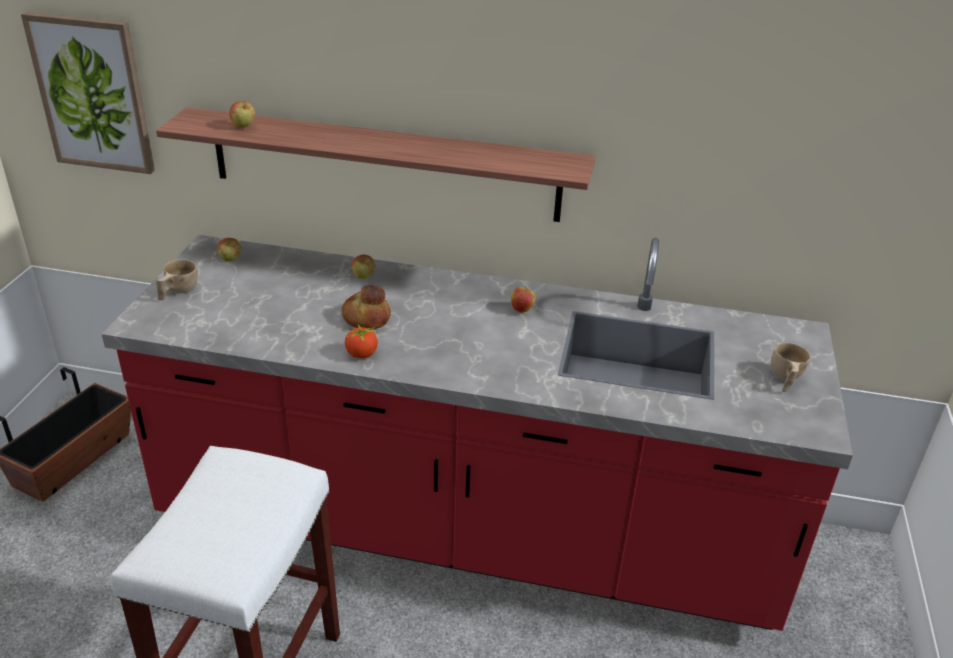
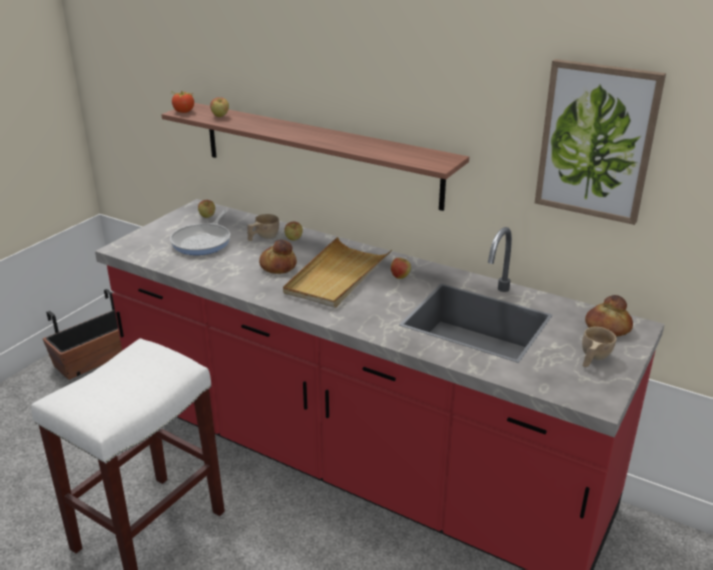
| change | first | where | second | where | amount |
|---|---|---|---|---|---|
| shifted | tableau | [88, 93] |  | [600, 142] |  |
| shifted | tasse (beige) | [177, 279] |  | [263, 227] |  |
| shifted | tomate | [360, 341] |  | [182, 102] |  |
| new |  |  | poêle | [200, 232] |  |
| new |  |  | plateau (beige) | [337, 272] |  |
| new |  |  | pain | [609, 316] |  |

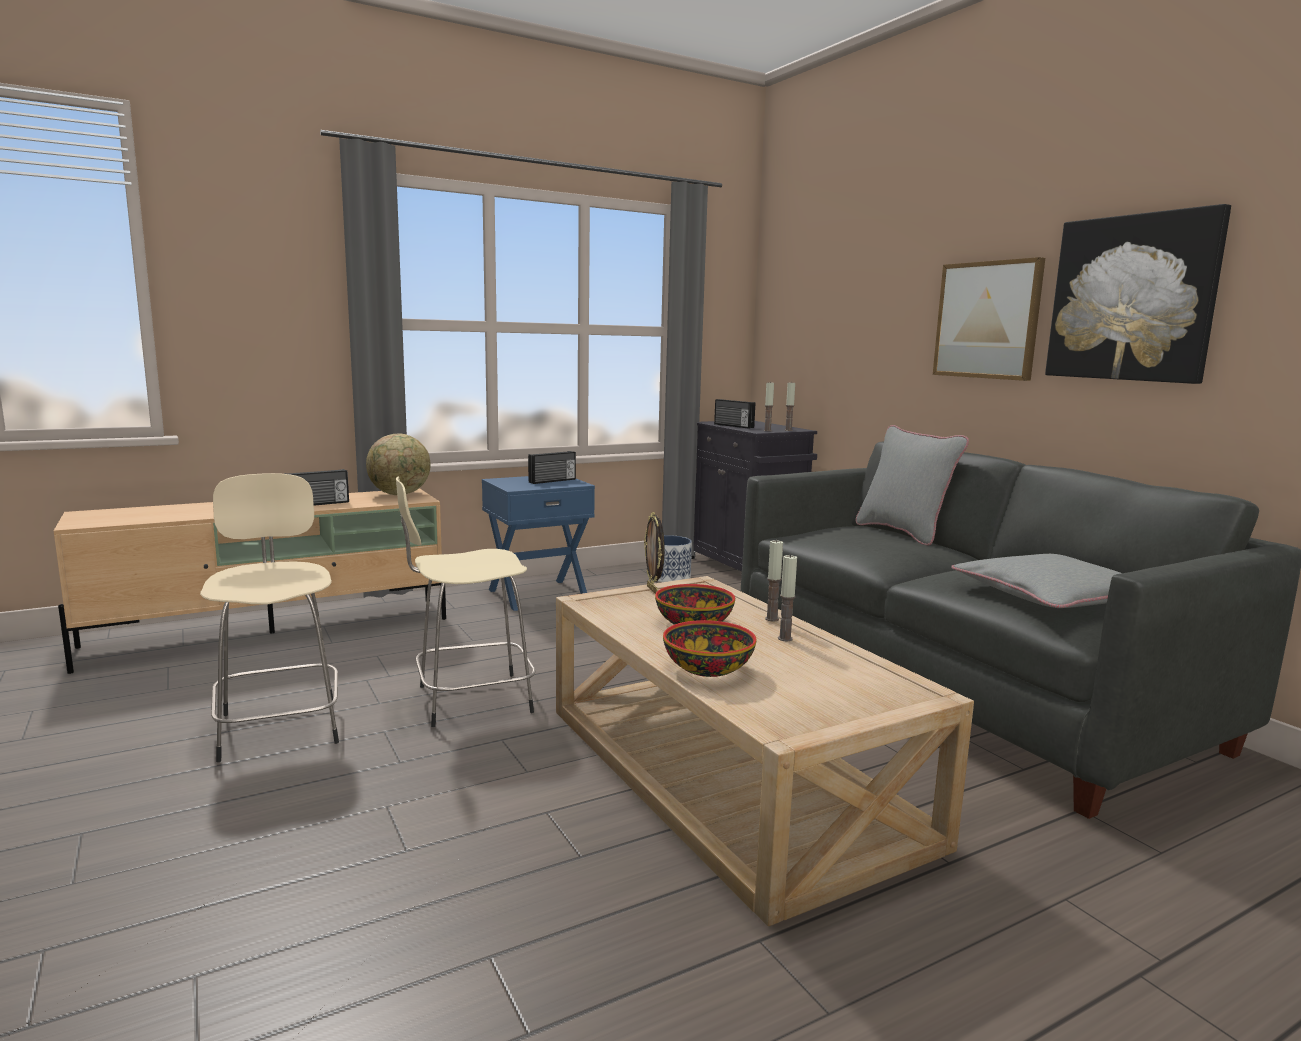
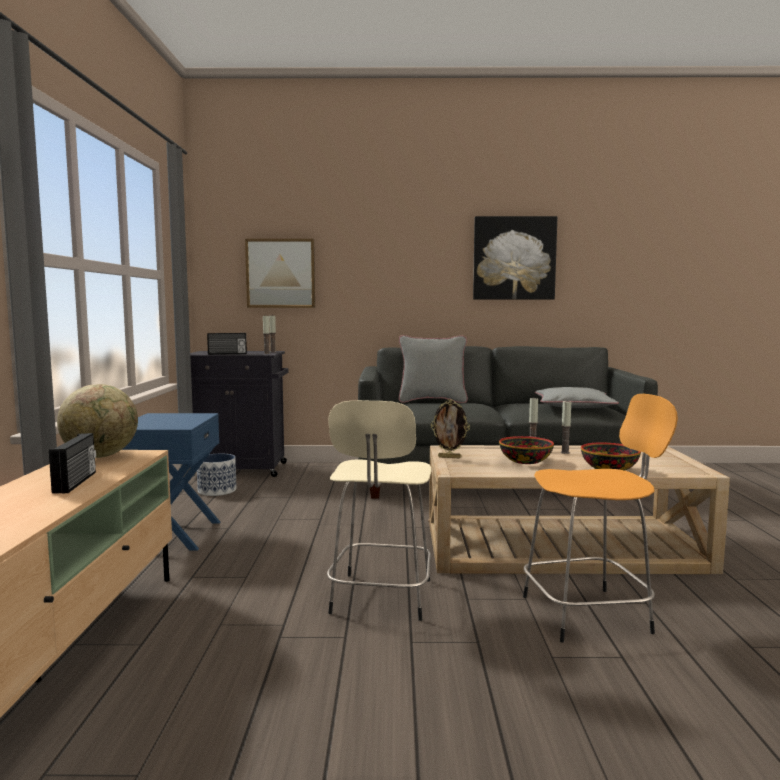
| change | first | where | second | where | amount |
|---|---|---|---|---|---|
| shifted | tableau | [989, 319] |  | [280, 273] |  |
| gone | radio | [552, 467] |  |  |  |
| gone | tabouret (beige) | [269, 617] |  |  |  |
| new |  |  | tabouret (orange) | [600, 518] |  |

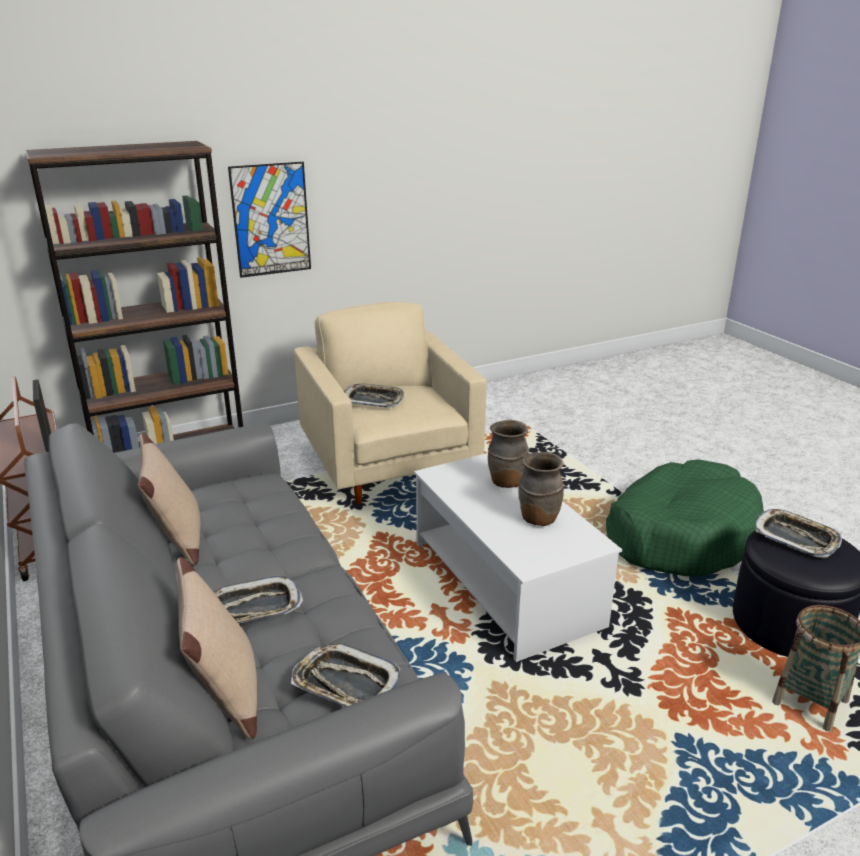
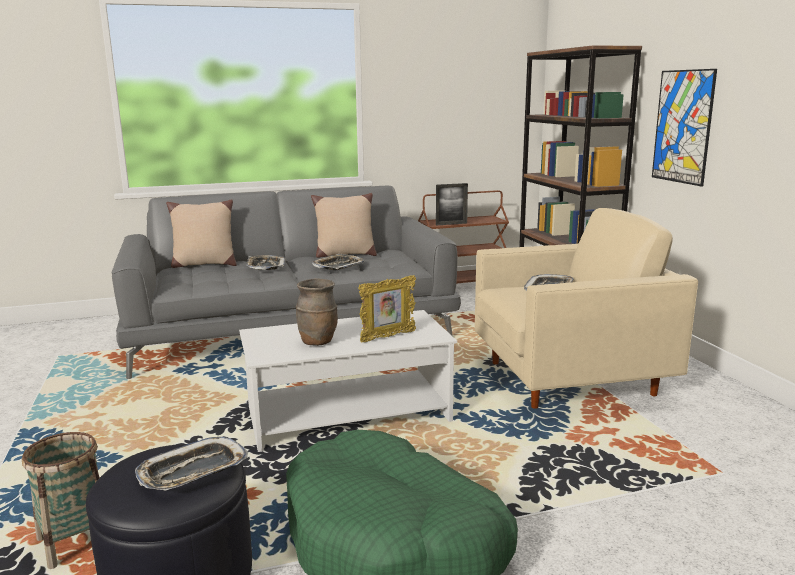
| change | first | where | second | where | amount |
|---|---|---|---|---|---|
| swapped | vase (marron) | [508, 454] | cadre photo | [387, 308] |  |
| shifted | plateau | [346, 675] |  | [338, 262] |  |

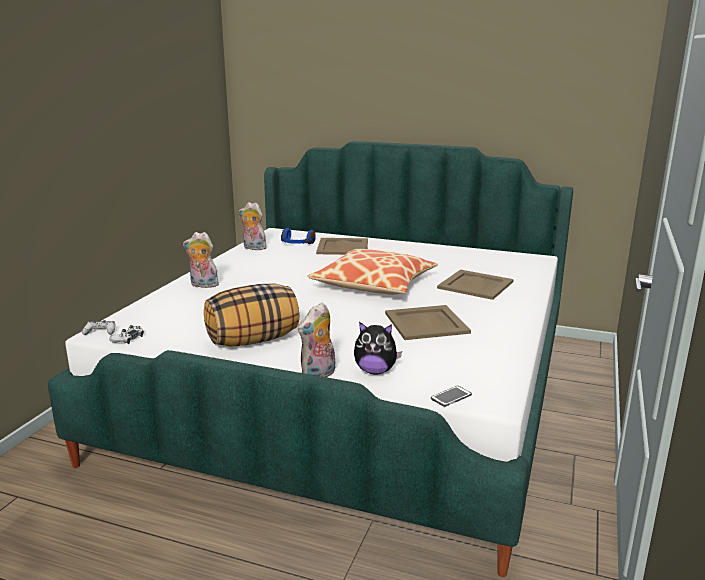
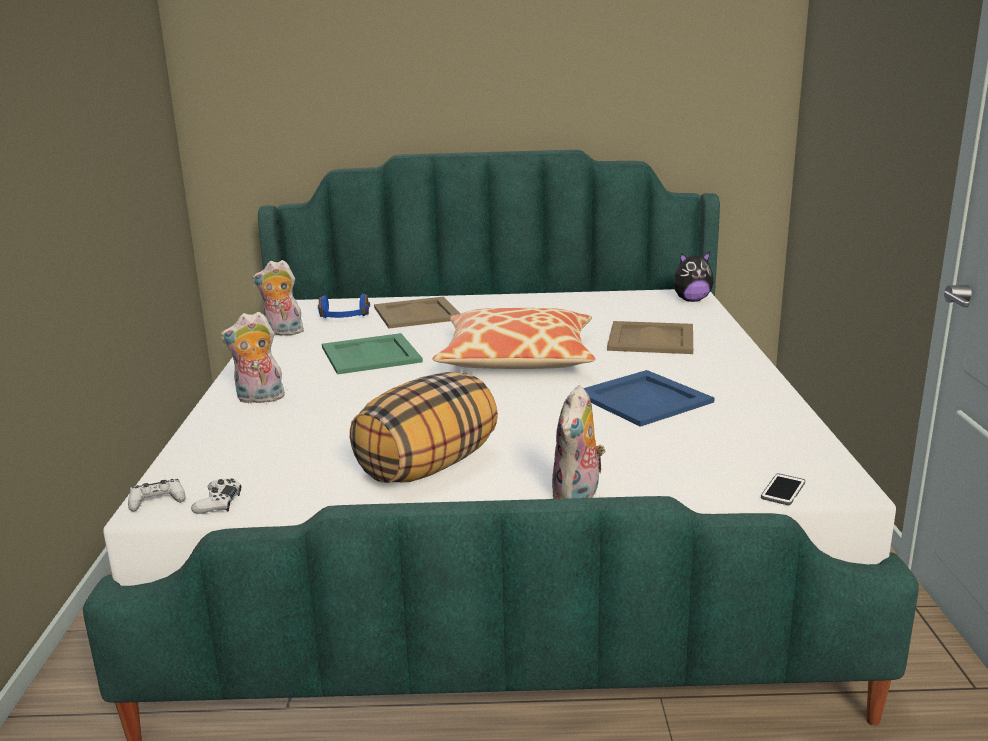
| change | first | where | second | where | amount |
|---|---|---|---|---|---|
| repainted | plateau (beige) | [428, 322] | plateau (bleu) | [649, 398] |  |
| shifted | peluche | [378, 348] |  | [694, 276] |  |
| new |  |  | plateau (vert) | [372, 354] |  |

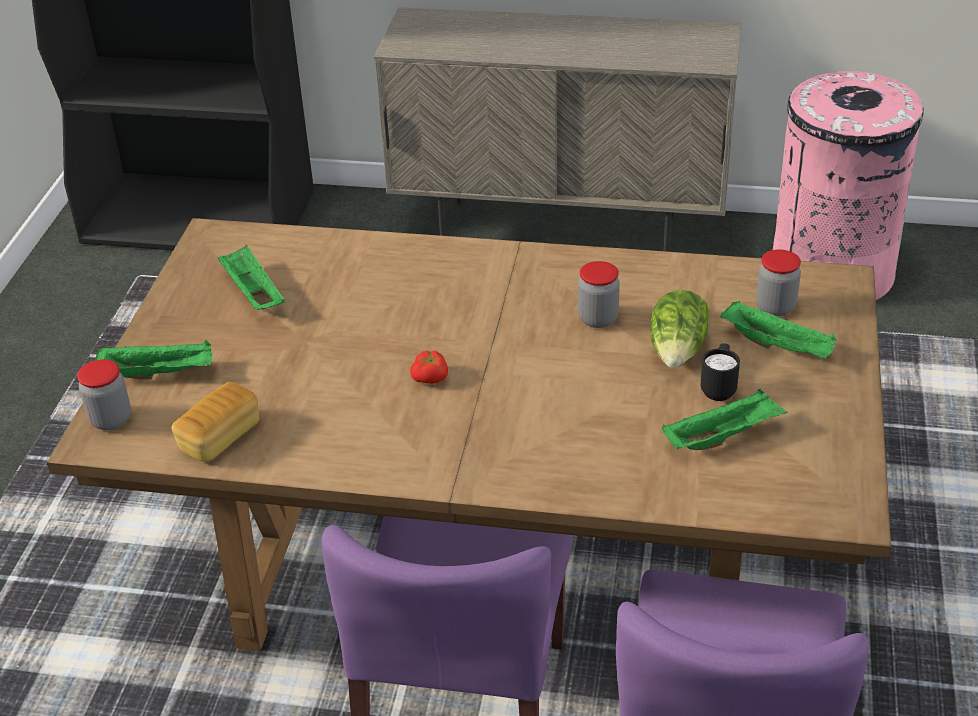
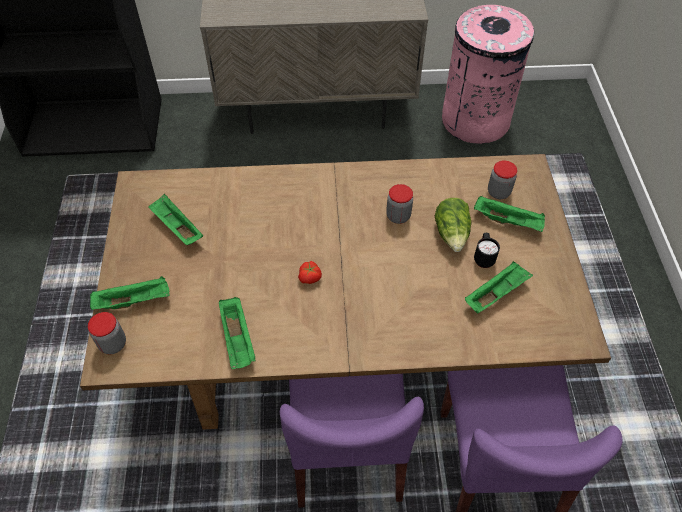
| change | first | where | second | where | amount |
|---|---|---|---|---|---|
| gone | pain | [215, 422] |  |  |  |
| new |  |  | plateau (vert) | [237, 333] |  |

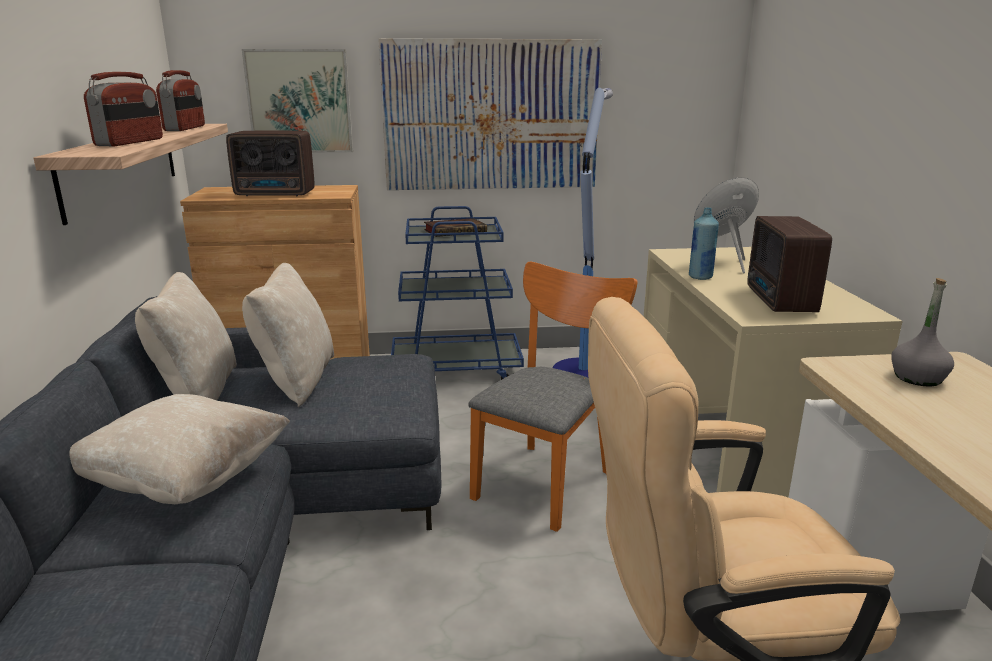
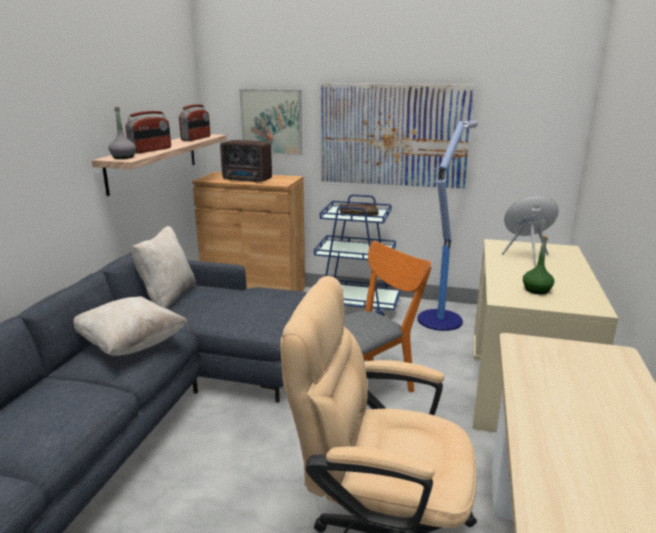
| change | first | where | second | where | amount |
|---|---|---|---|---|---|
| gone | bouteille (bleu) | [704, 243] |  |  |  |
| swapped | radio | [789, 264] | bouteille (vert) | [539, 264] |  |
| gone | coussin (beige) | [288, 335] |  |  |  |
| shifted | bouteille (gris) | [922, 332] |  | [122, 132] |  |

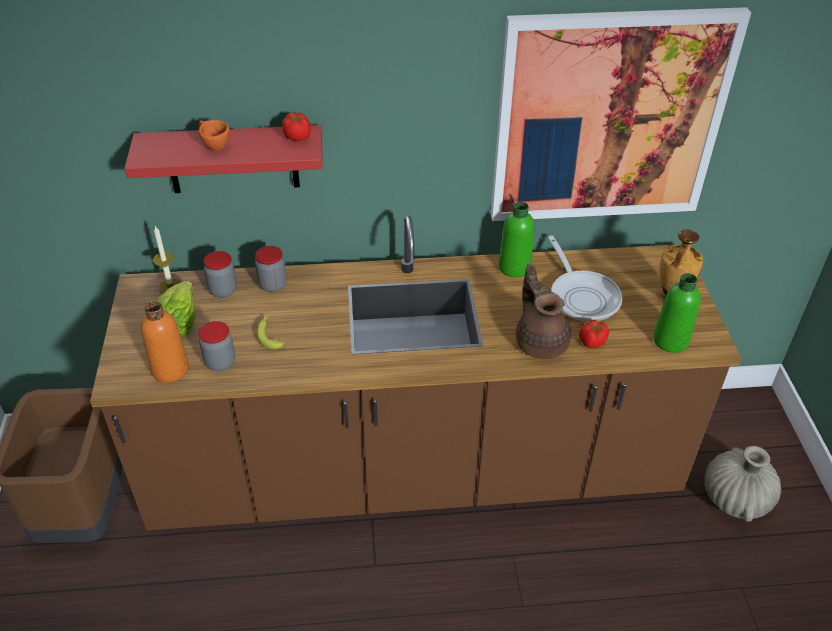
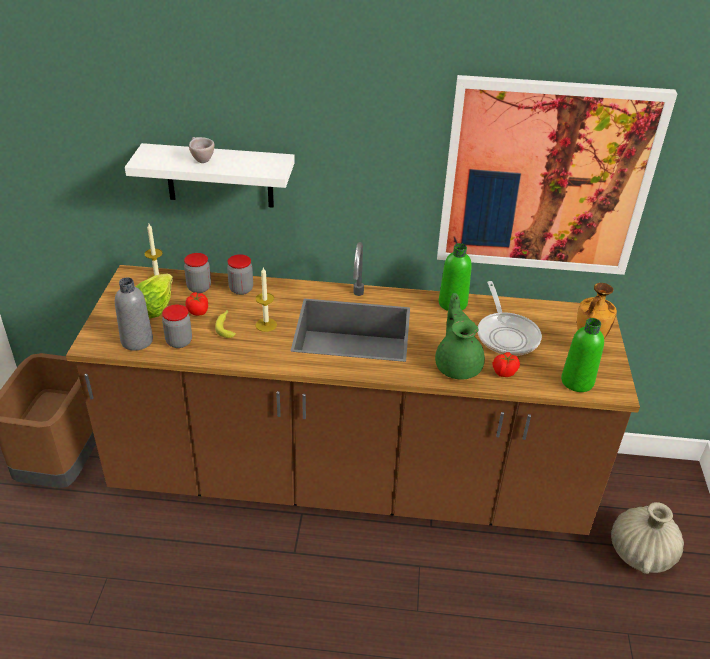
| change | first | where | second | where | amount |
|---|---|---|---|---|---|
| shifted | tomate | [296, 127] |  | [197, 304] |  |
| repainted | tasse (orange) | [214, 135] | tasse (beige) | [202, 150] |  |
| repainted | étagère (rouge) | [223, 159] | étagère (blanc) | [210, 175] |  |
| repainted | théière (marron) | [543, 311] | théière (vert) | [460, 336] |  |
| repainted | bouteille (orange) | [165, 342] | bouteille (gris) | [134, 314] |  |
| new |  |  | bougie | [266, 300] |  |

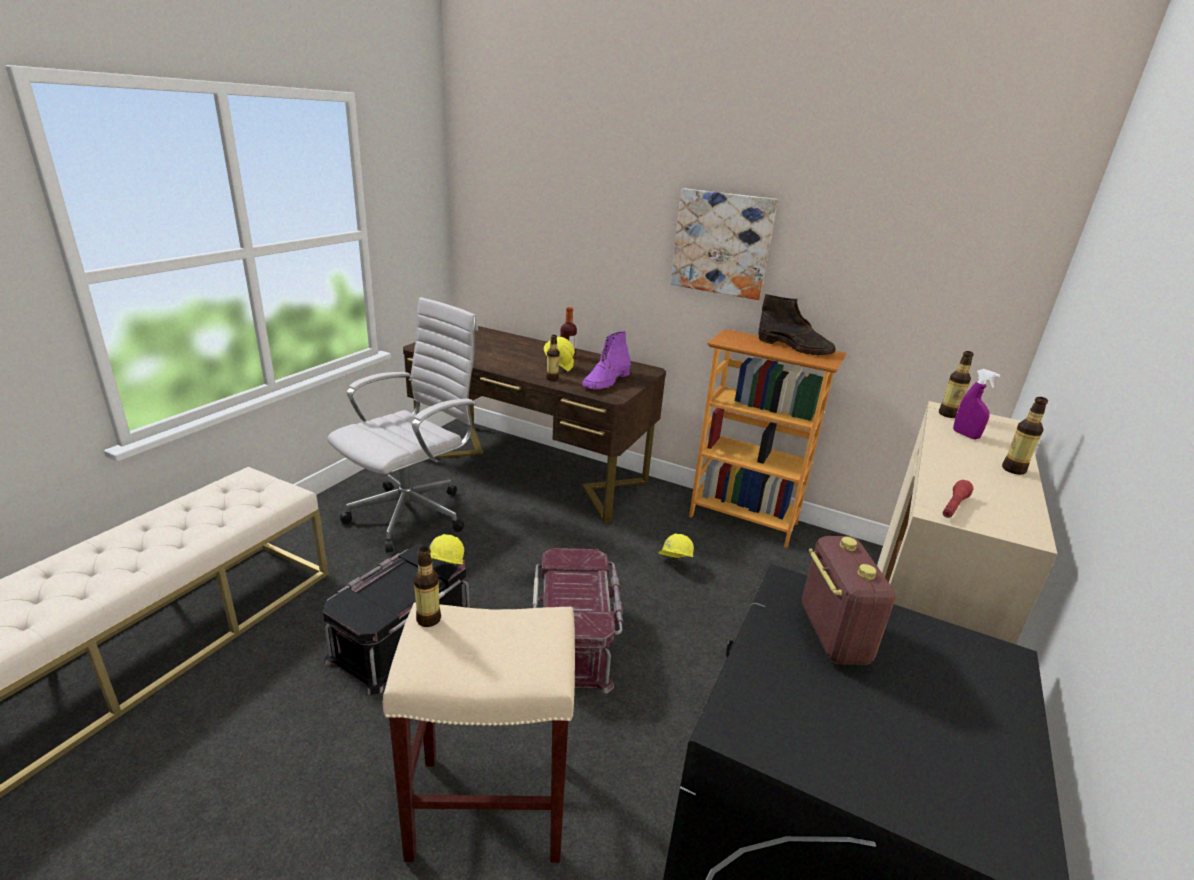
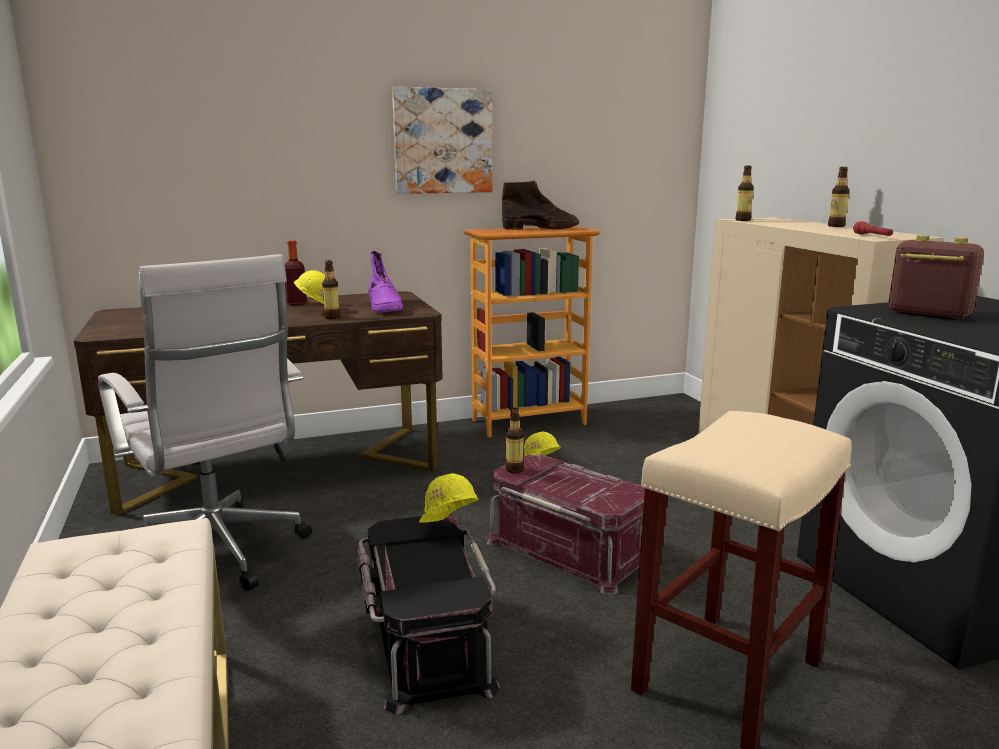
| change | first | where | second | where | amount |
|---|---|---|---|---|---|
| rotated | chaise de bureau (blanc) | [402, 424] |  | [205, 422] | 150 degrees clockwise |
| gone | vaporisateur (violet) | [976, 404] |  |  |  |
| shifted | bouteille | [427, 587] |  | [515, 440] |  |

